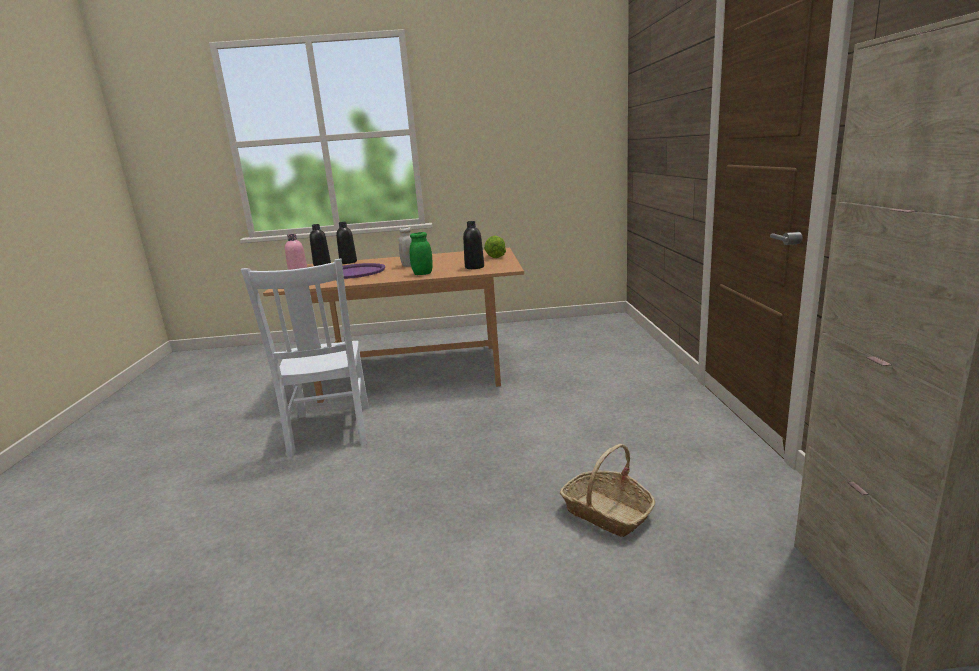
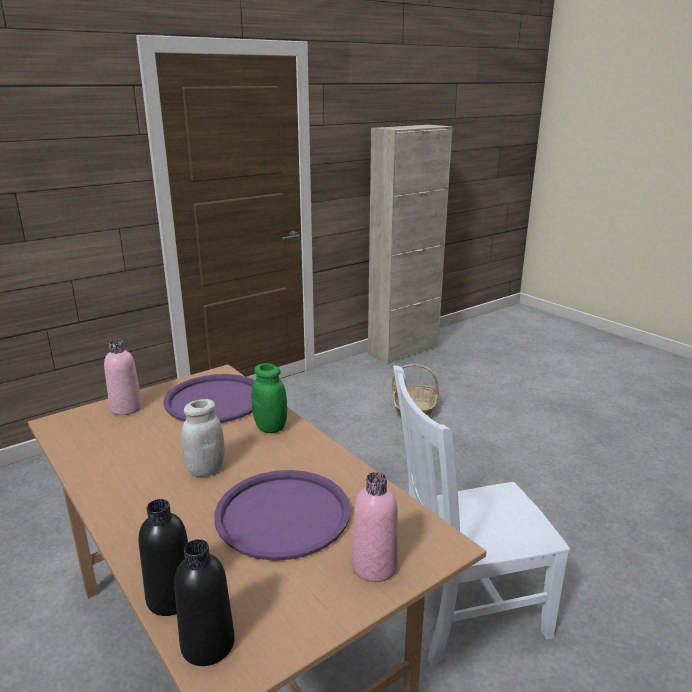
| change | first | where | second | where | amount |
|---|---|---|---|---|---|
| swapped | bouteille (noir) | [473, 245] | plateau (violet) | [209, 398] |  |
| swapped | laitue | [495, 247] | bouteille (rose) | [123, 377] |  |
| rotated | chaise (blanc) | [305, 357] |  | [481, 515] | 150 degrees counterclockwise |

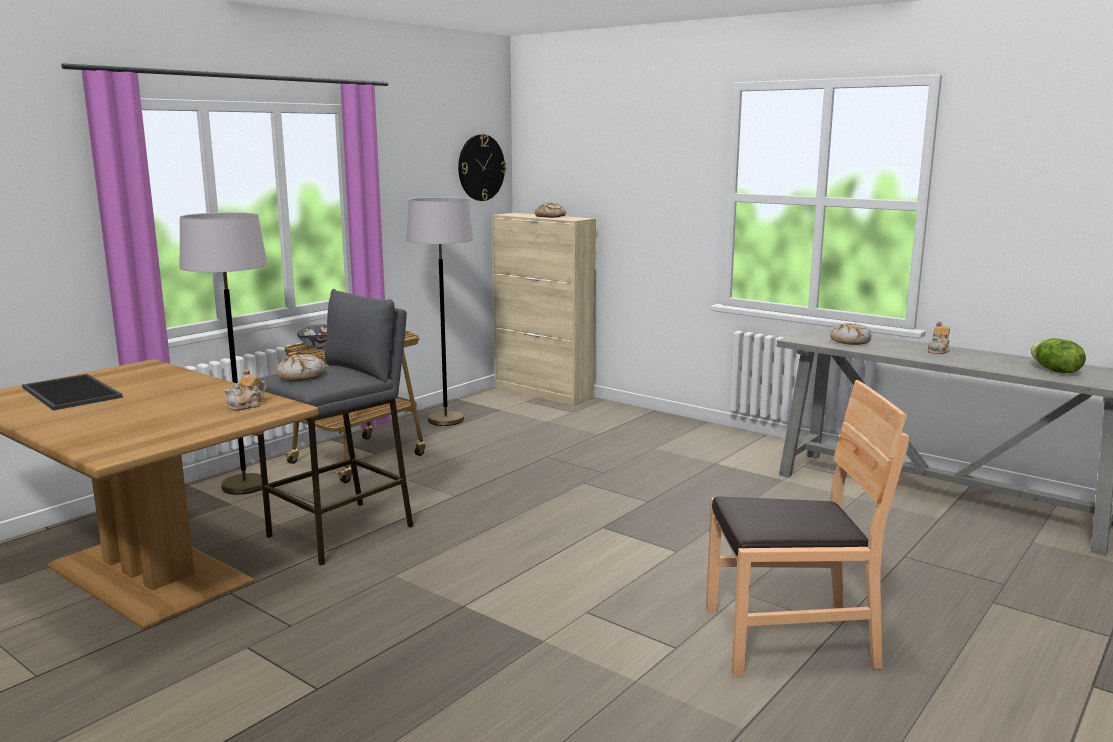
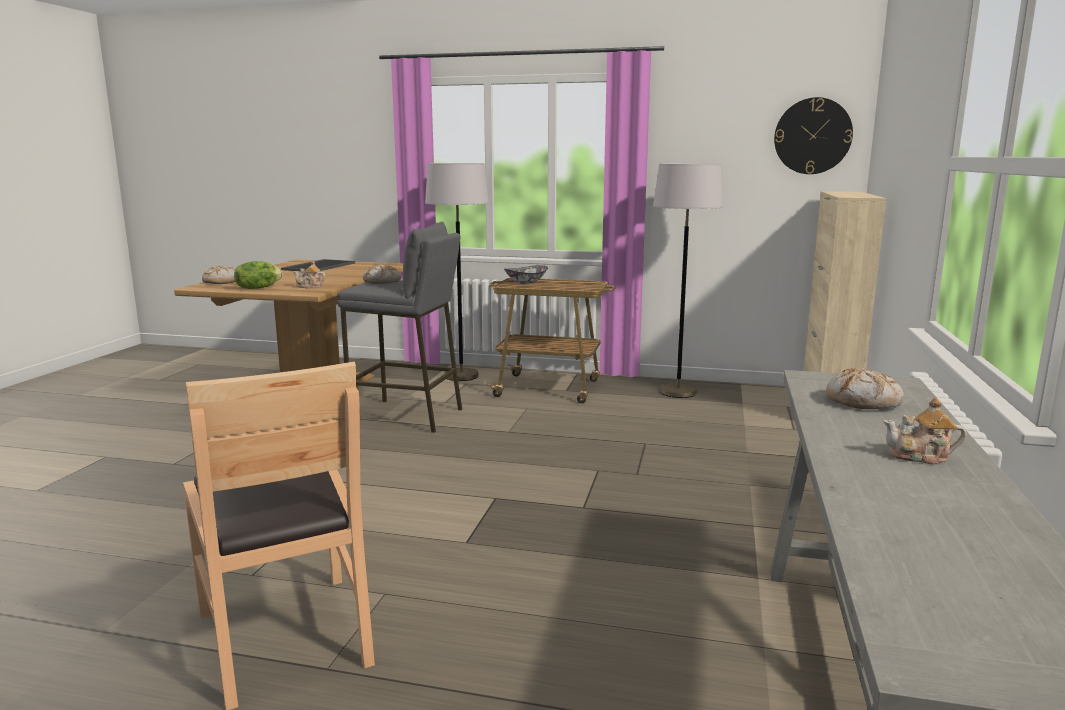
| change | first | where | second | where | amount |
|---|---|---|---|---|---|
| shifted | pain | [550, 210] |  | [219, 275] |  |
| shifted | laitue | [1058, 355] |  | [258, 275] |  |

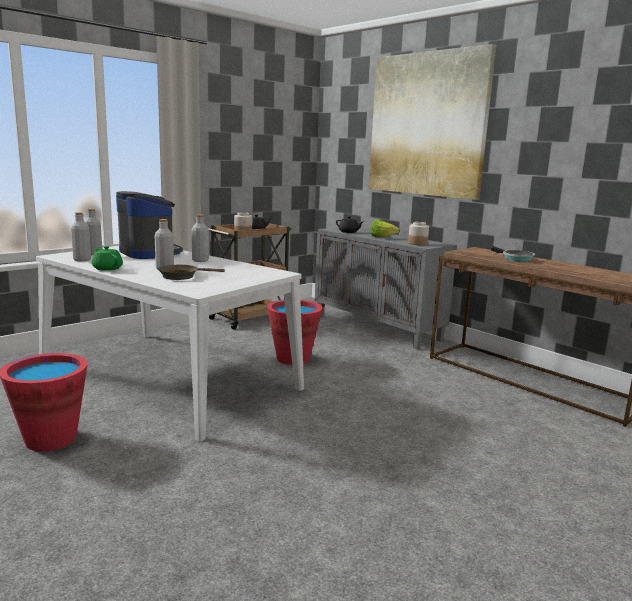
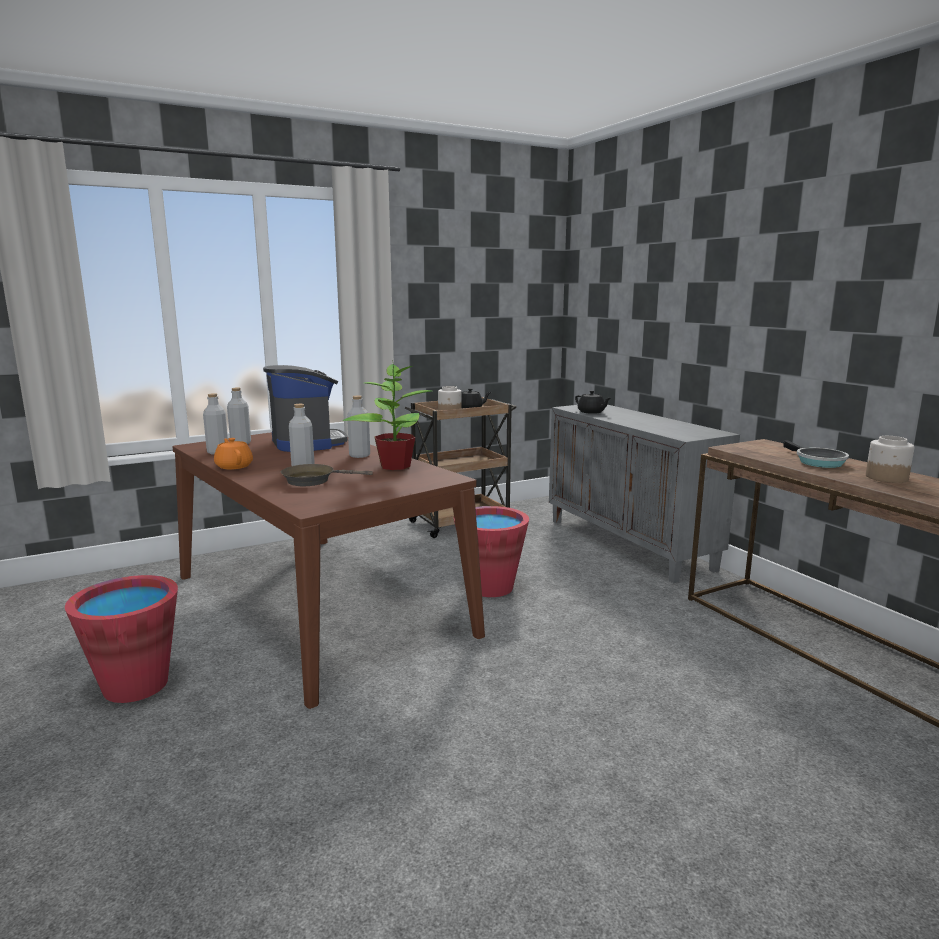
| change | first | where | second | where | amount |
|---|---|---|---|---|---|
| gone | tableau | [432, 122] |  |  |  |
| gone | laitue | [385, 228] |  |  |  |
| shifted | bocal | [418, 233] |  | [890, 459] |  |
| repainted | table à manger (blanc) | [170, 343] | table à manger (marron) | [328, 570] |  |
| repainted | théière (vert) | [107, 258] | théière (orange) | [233, 453] |  |
| new |  |  | plante en pot | [387, 415] |  |

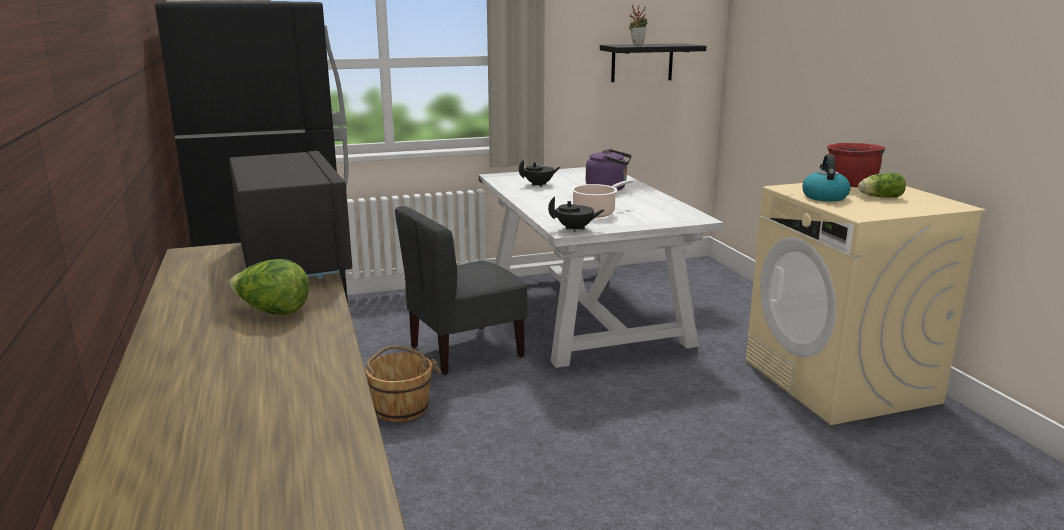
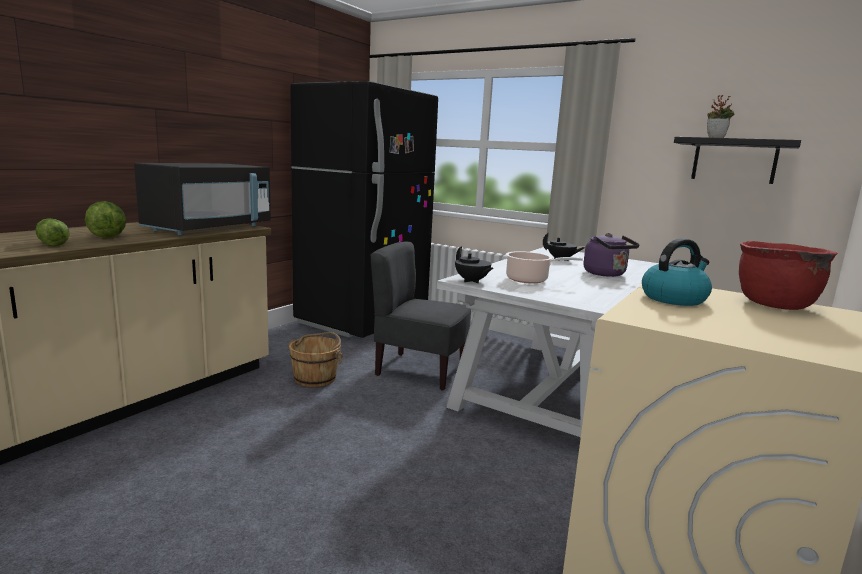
| change | first | where | second | where | amount |
|---|---|---|---|---|---|
| shifted | laitue | [882, 185] |  | [52, 232] |  |

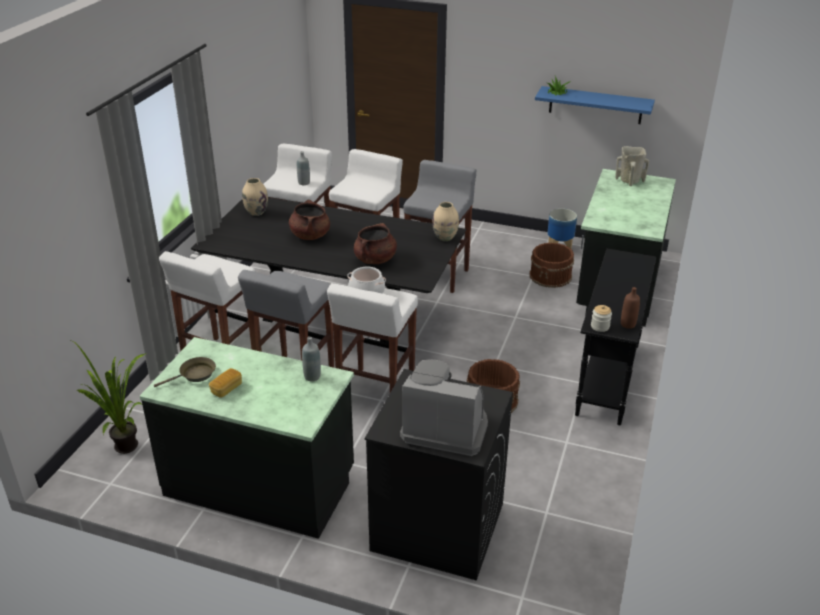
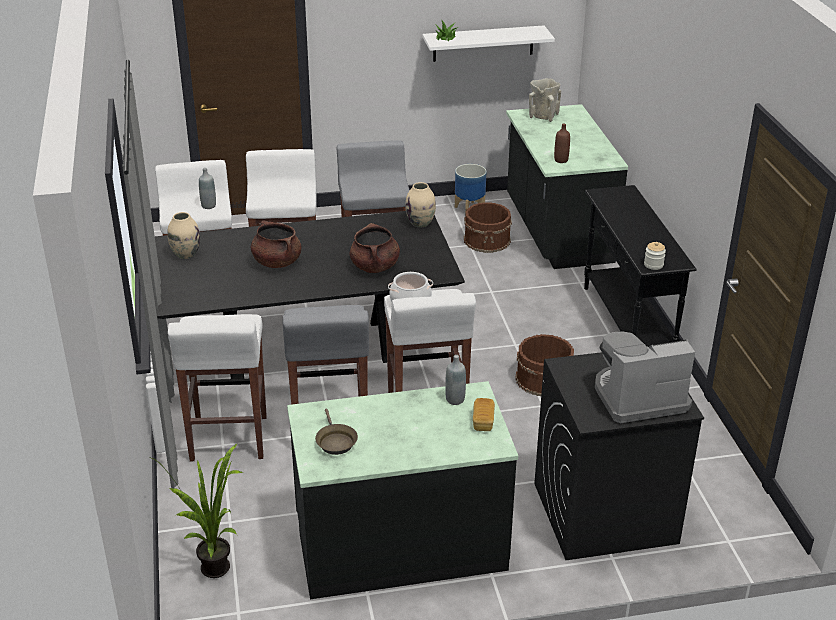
| change | first | where | second | where | amount |
|---|---|---|---|---|---|
| repainted | étagère (bleu) | [595, 105] | étagère (blanc) | [489, 43] |  |
| shifted | bouteille (marron) | [630, 308] |  | [562, 143] |  |
| rotated | poêle (marron) | [185, 372] |  | [336, 432] | 135 degrees clockwise |
| shifted | pain | [225, 383] |  | [484, 414] |  |

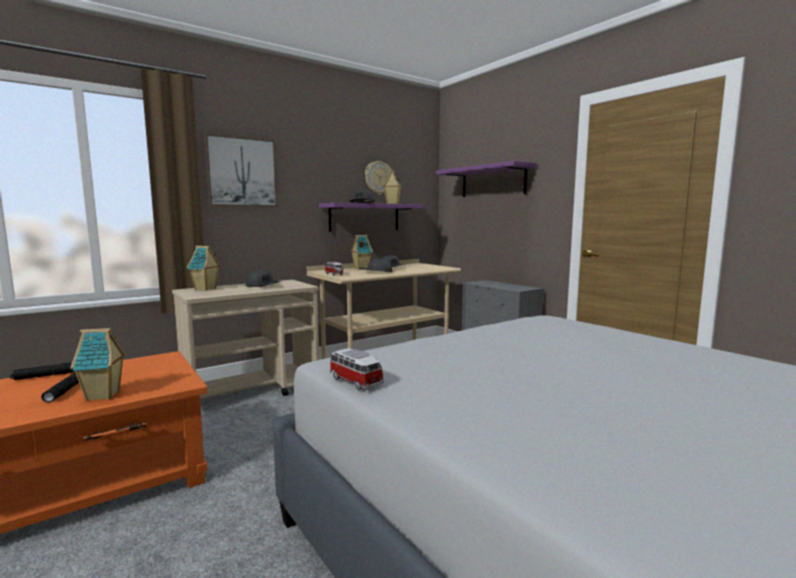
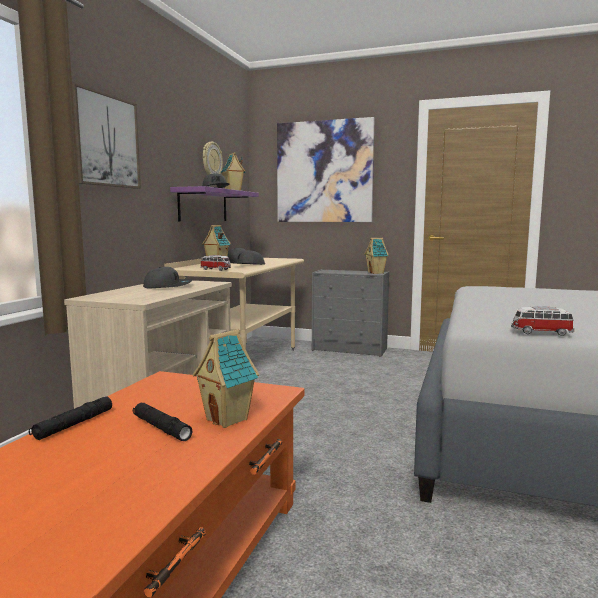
| change | first | where | second | where | amount |
|---|---|---|---|---|---|
| swapped | étagère (violet) | [486, 179] | tableau | [326, 169] |  |
| shifted | maison miniature | [204, 268] |  | [376, 256] |  |

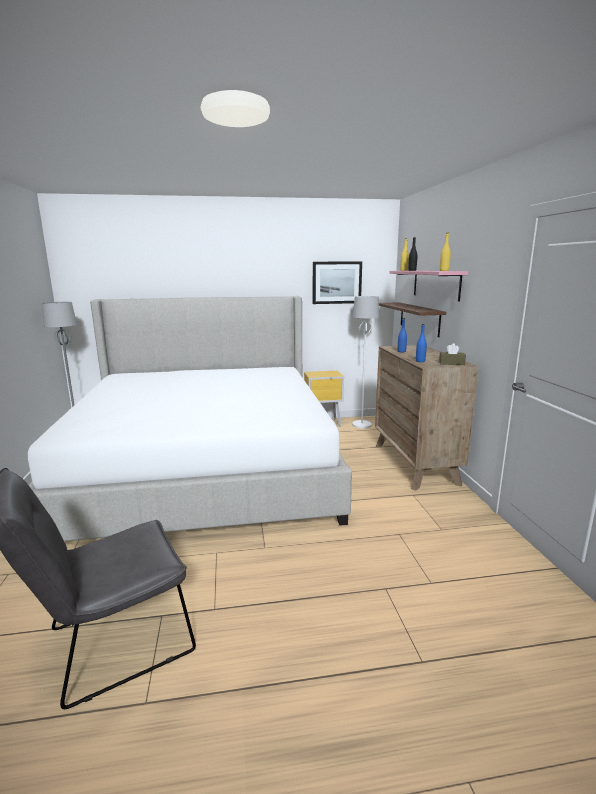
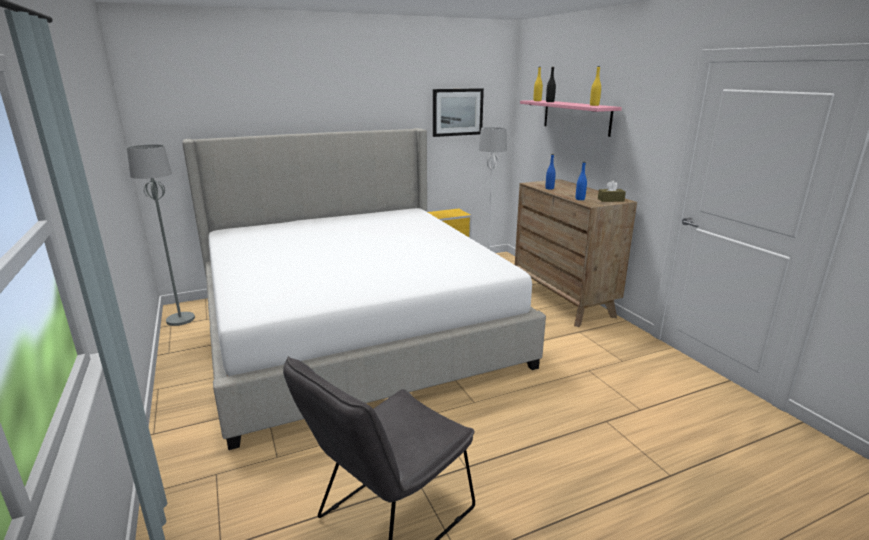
| change | first | where | second | where | amount |
|---|---|---|---|---|---|
| gone | étagère (marron) | [412, 319] |  |  |  |

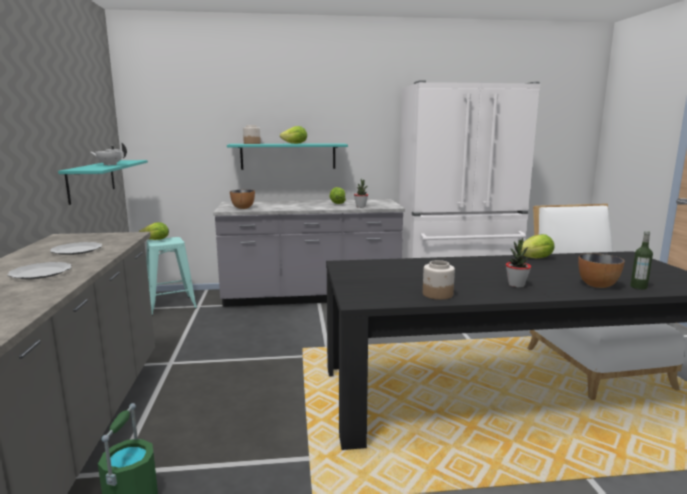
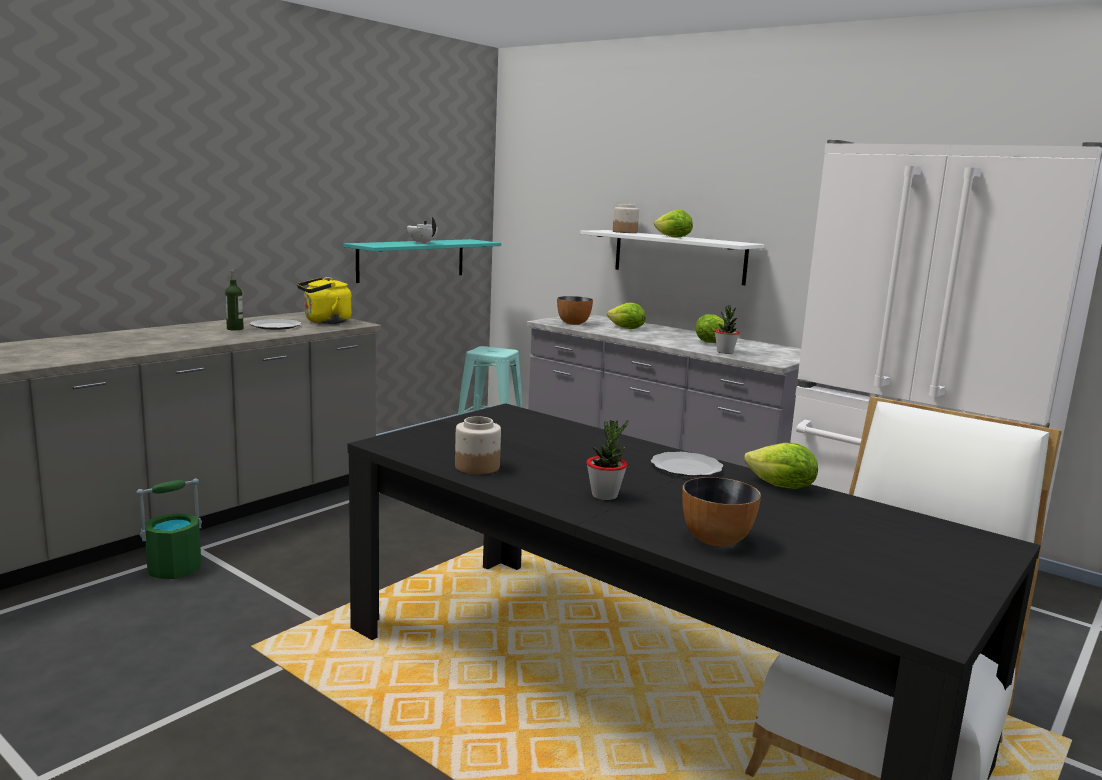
| change | first | where | second | where | amount |
|---|---|---|---|---|---|
| repainted | étagère (turquoise) | [287, 156] | étagère (blanc) | [672, 257] |  |
| shifted | laitue | [154, 231] |  | [626, 316] |  |
| shifted | bouteille | [641, 260] |  | [234, 299] |  |
| shifted | assiette | [40, 270] |  | [687, 464] |  |
| new |  |  | bouilloire (jaune) | [324, 300] |  |

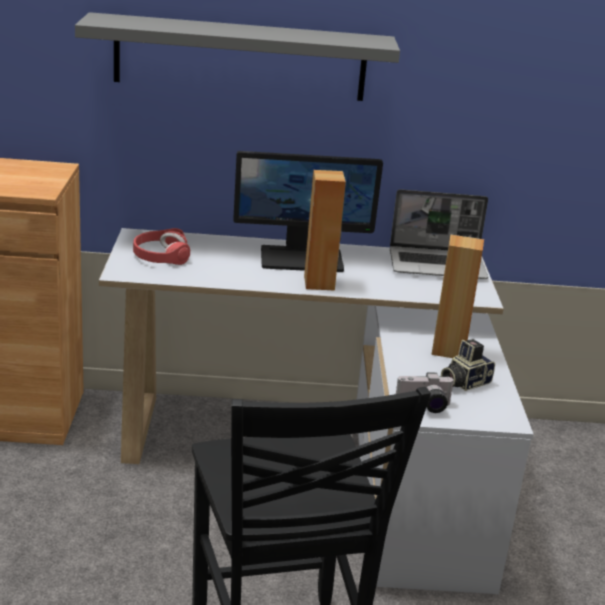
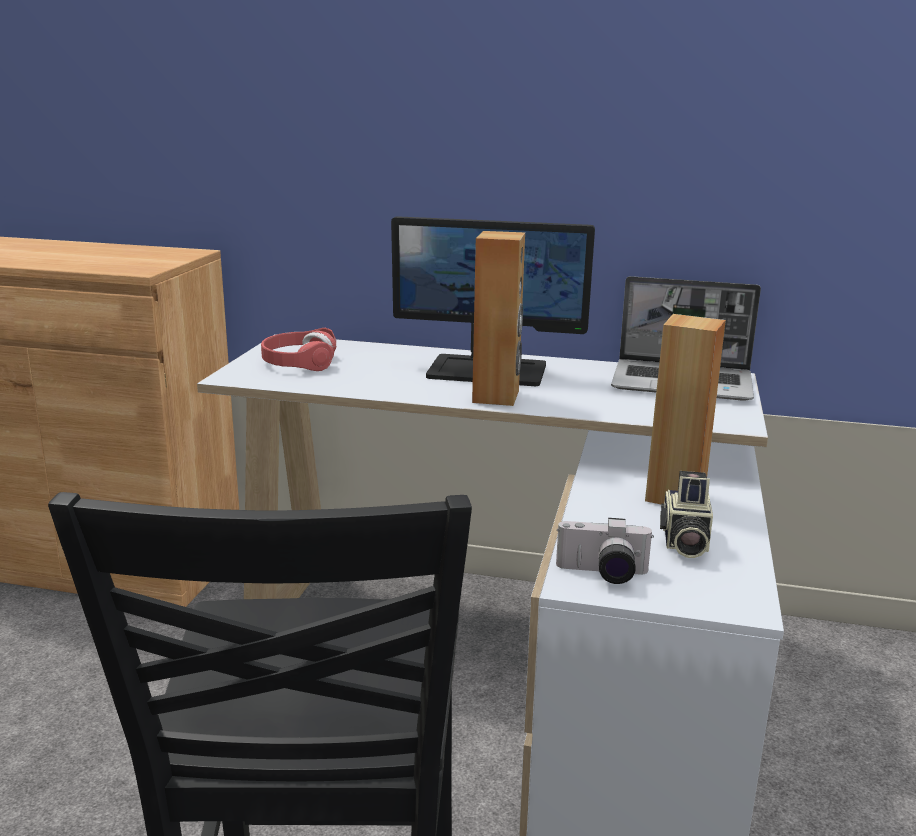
| change | first | where | second | where | amount |
|---|---|---|---|---|---|
| gone | étagère (gris) | [237, 56] |  |  |  |
| rotated | appareil photo | [468, 365] |  | [686, 514] | 60 degrees counterclockwise |

